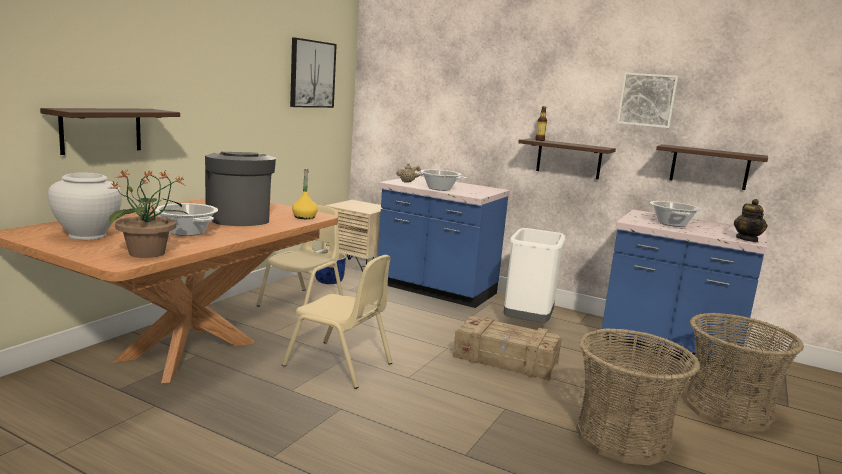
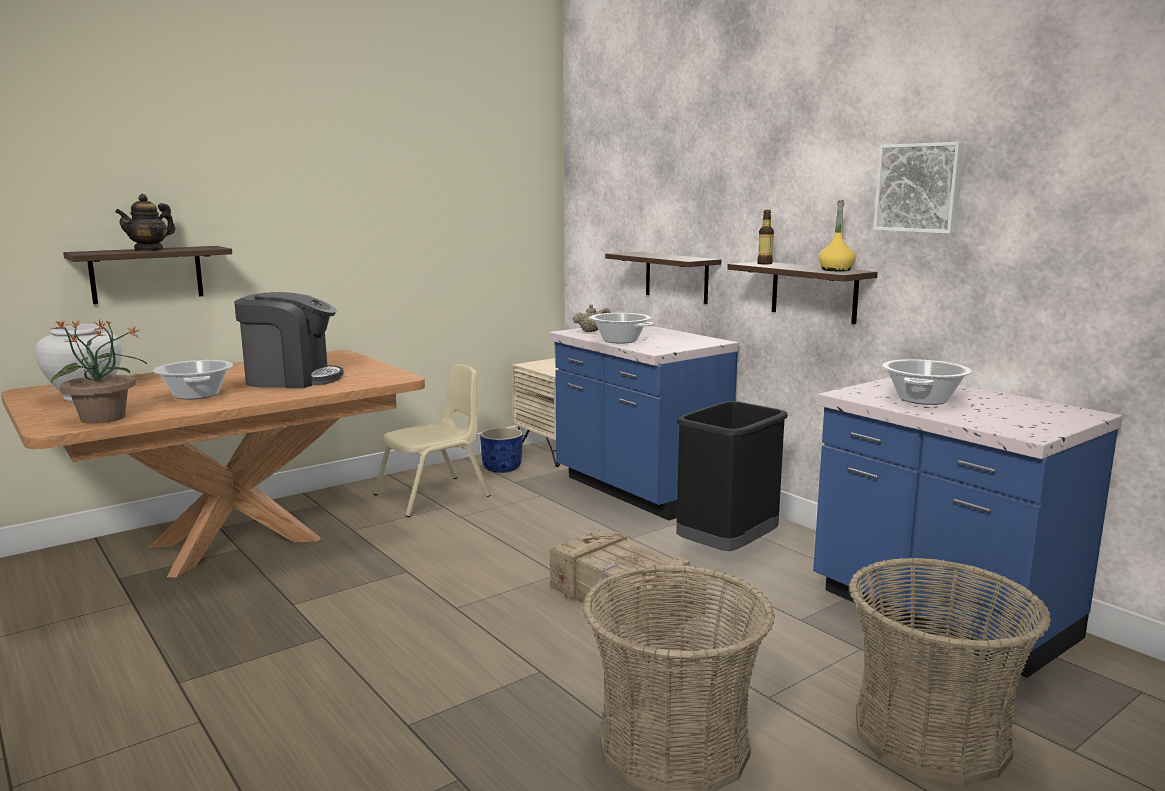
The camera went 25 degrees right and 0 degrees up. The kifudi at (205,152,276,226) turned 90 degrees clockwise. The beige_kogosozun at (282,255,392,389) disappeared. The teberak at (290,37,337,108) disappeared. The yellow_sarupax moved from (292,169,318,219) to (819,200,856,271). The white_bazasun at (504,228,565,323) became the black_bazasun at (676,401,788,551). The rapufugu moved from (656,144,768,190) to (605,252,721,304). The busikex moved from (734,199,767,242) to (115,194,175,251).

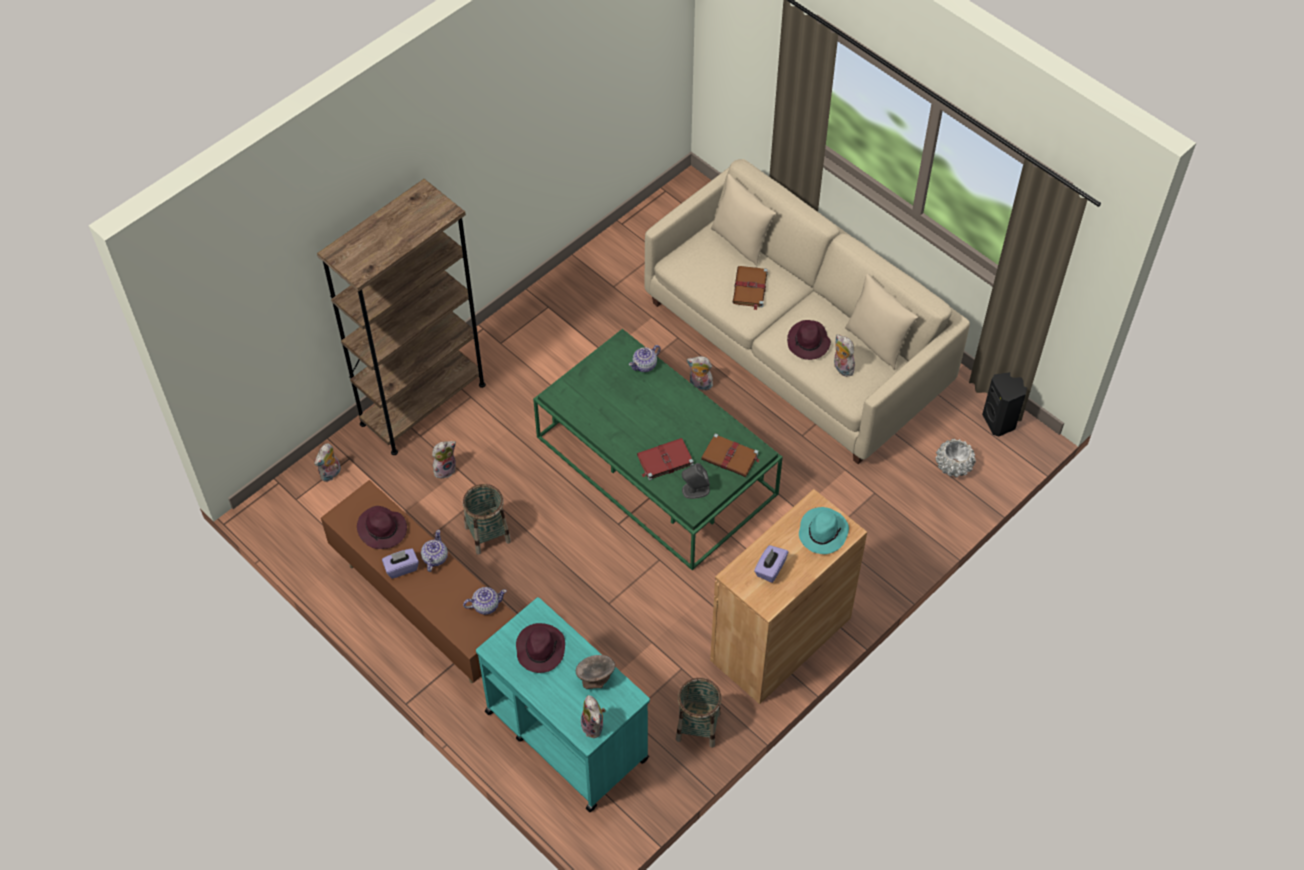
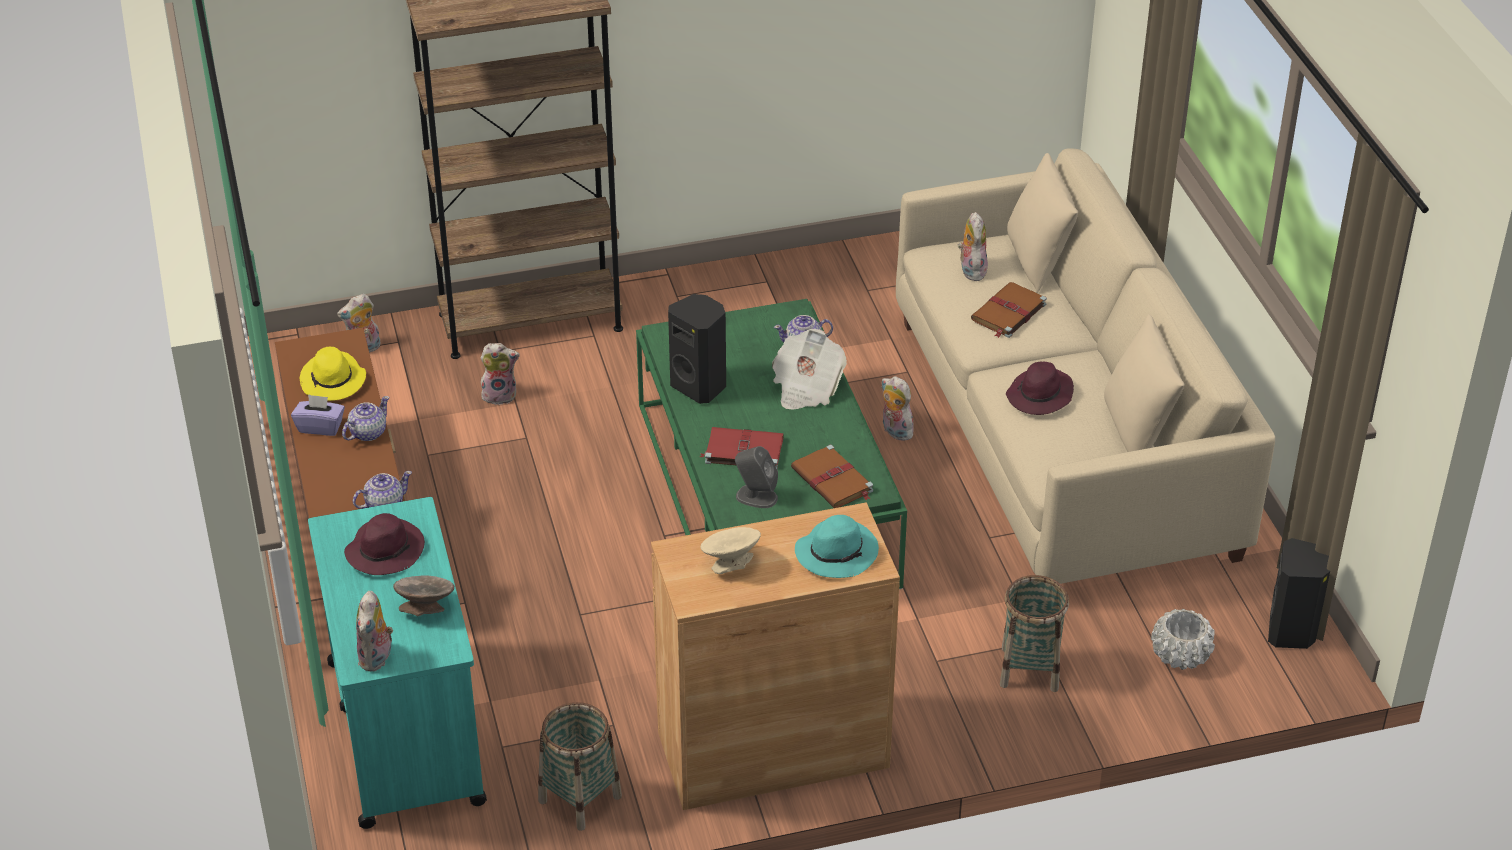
The camera went 30 degrees right and 15 degrees down. The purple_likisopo at (357,506,407,549) became the yellow_likisopo at (299,347,366,401). The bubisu moved from (463,484,511,555) to (1000,575,1069,692). The busikex at (463,587,507,615) turned 45 degrees counterclockwise. The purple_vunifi at (754,545,788,583) was replaced by the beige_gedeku at (701,527,761,574). The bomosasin moved from (834,334,855,377) to (958,212,988,281). The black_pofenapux at (668,294,726,404) appeared. The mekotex at (772,329,847,409) appeared.

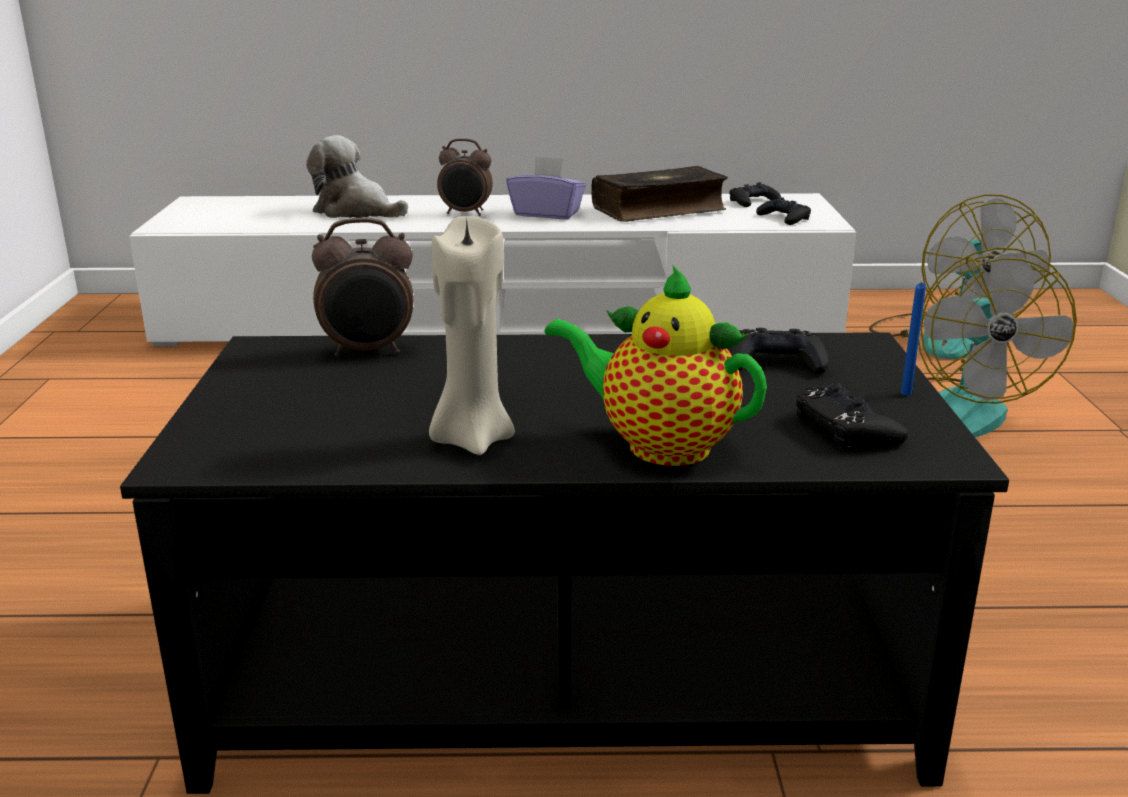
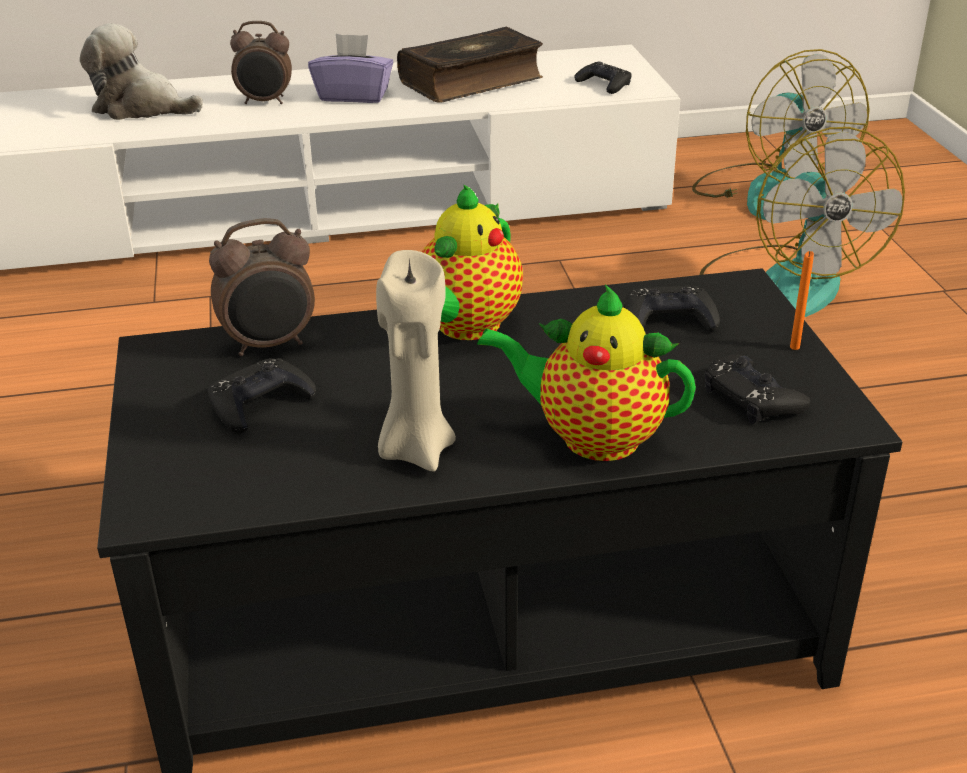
The camera went 10 degrees left and 10 degrees up. The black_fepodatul moved from (729,182,781,207) to (207,358,316,434). The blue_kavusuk at (901,282,926,396) became the orange_kavusuk at (790,251,814,350). The busikex at (422,185,523,340) appeared.

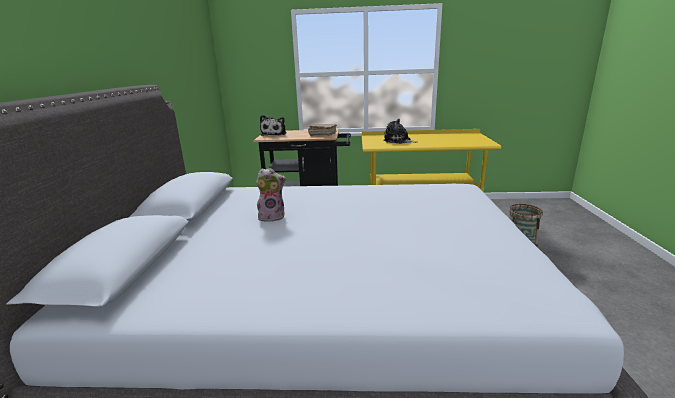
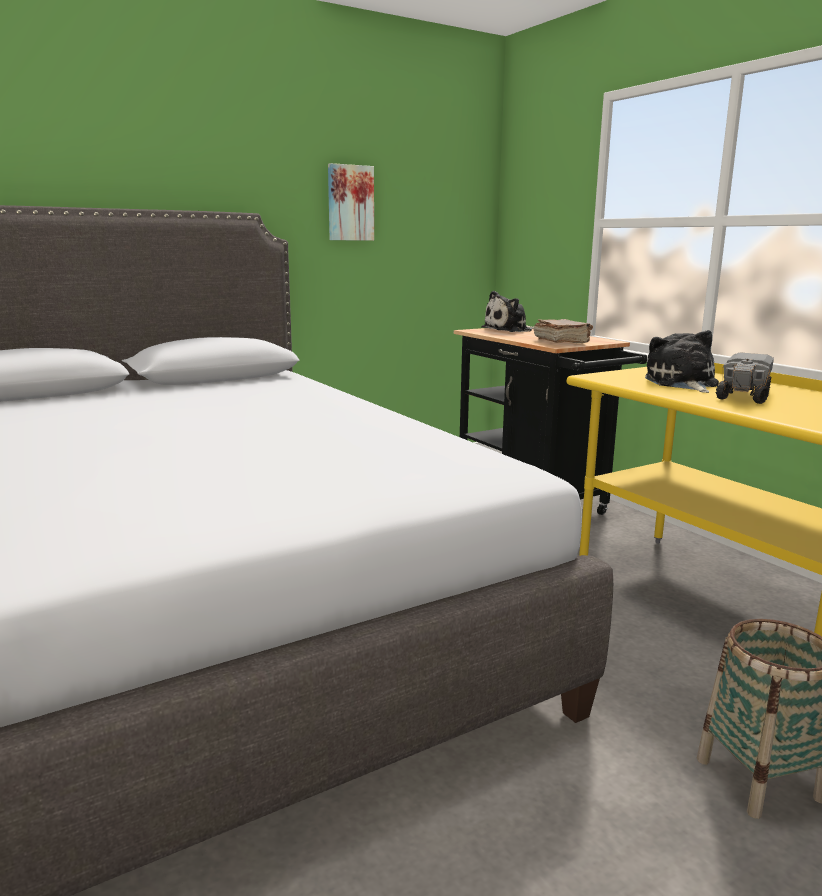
The camera went 55 degrees right and 5 degrees down. The bomosasin at (256,168,286,222) disappeared. The teberak at (328,163,374,241) appeared. The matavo at (716,352,774,404) appeared.

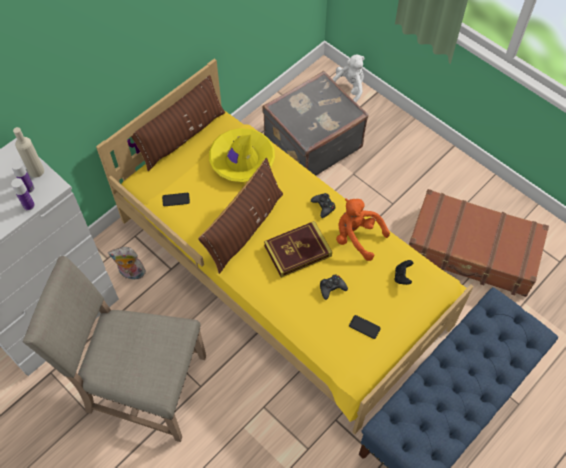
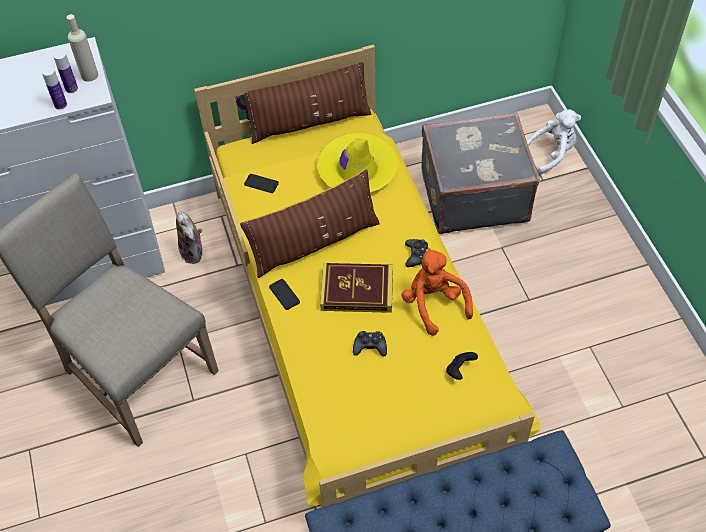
The camera went 30 degrees right and 5 degrees down. The bomosasin at (108,247,147,280) turned 150 degrees counterclockwise. The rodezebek moved from (349,315,381,339) to (269,279,300,310). The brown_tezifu at (409,189,549,297) disappeared.

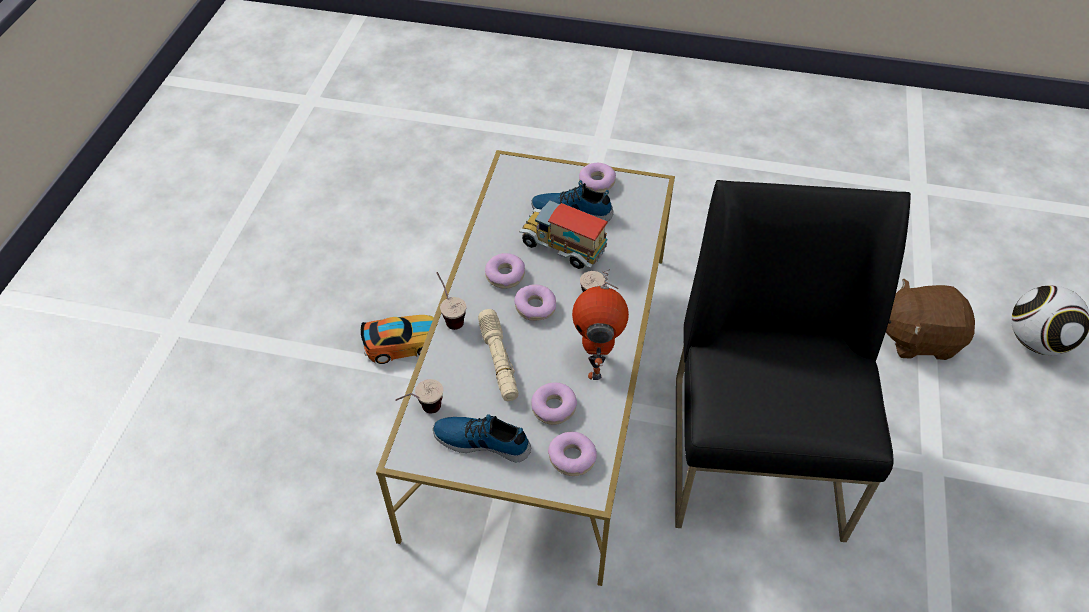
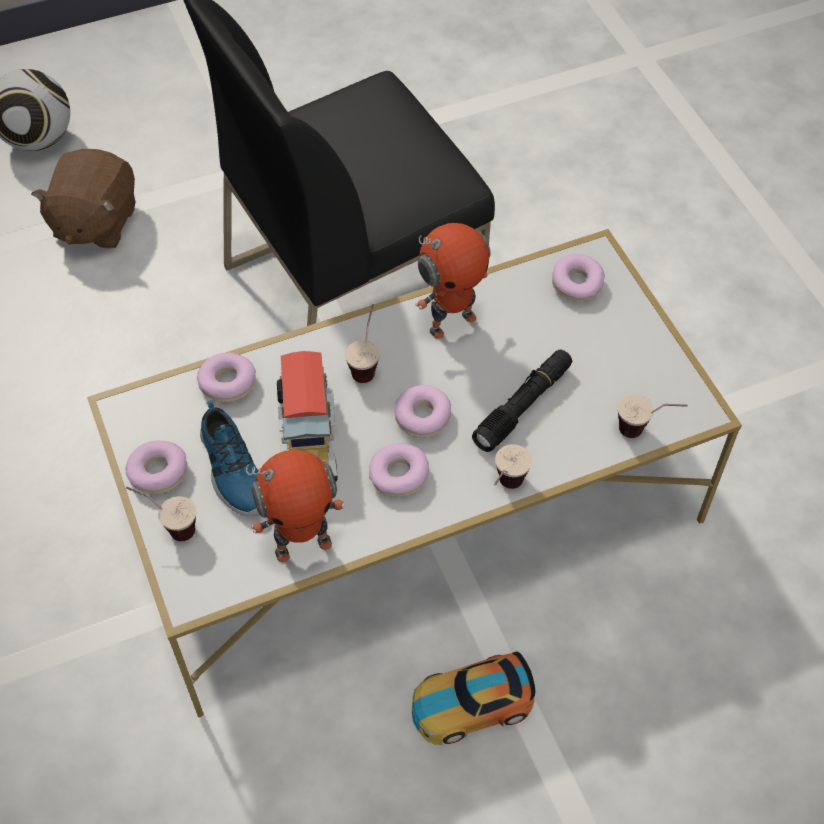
The camera went 125 degrees left and 5 degrees up. The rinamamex at (361,315,434,364) turned 60 degrees counterclockwise. The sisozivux at (433,414,531,462) disappeared. The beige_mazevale at (478,309,518,401) became the black_mazevale at (472,349,572,452). The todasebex moved from (531,383,577,425) to (197,353,256,403). The brown_bomosasin at (886,279,975,360) turned 45 degrees clockwise. The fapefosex at (126,486,196,541) appeared. The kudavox at (246,450,345,563) appeared.

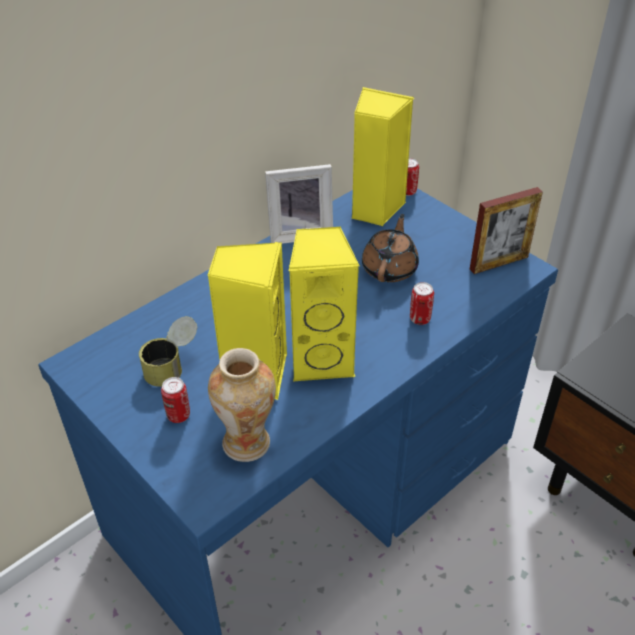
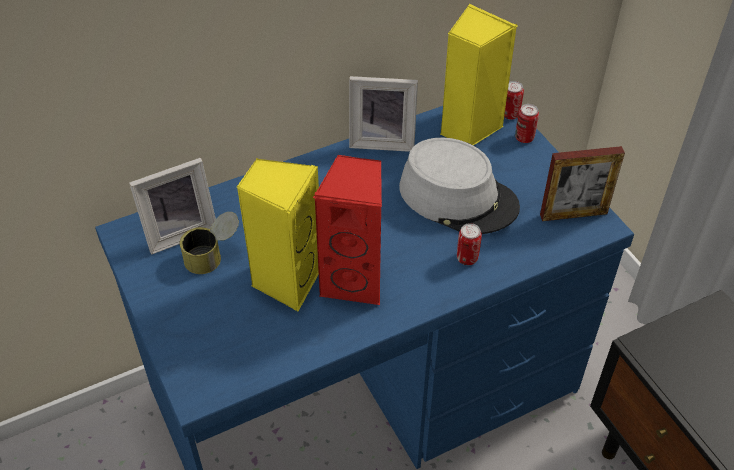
The camera went 15 degrees right and 5 degrees up. The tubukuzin moved from (161,377,190,423) to (515,104,539,143). The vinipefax at (208,348,276,462) disappeared. The yellow_pofenapux at (289,227,359,381) became the red_pofenapux at (313,155,382,305). The brown_busikex at (362,214,419,282) was replaced by the grey_likisopo at (399,138,520,234). The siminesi at (129,158,216,254) appeared.

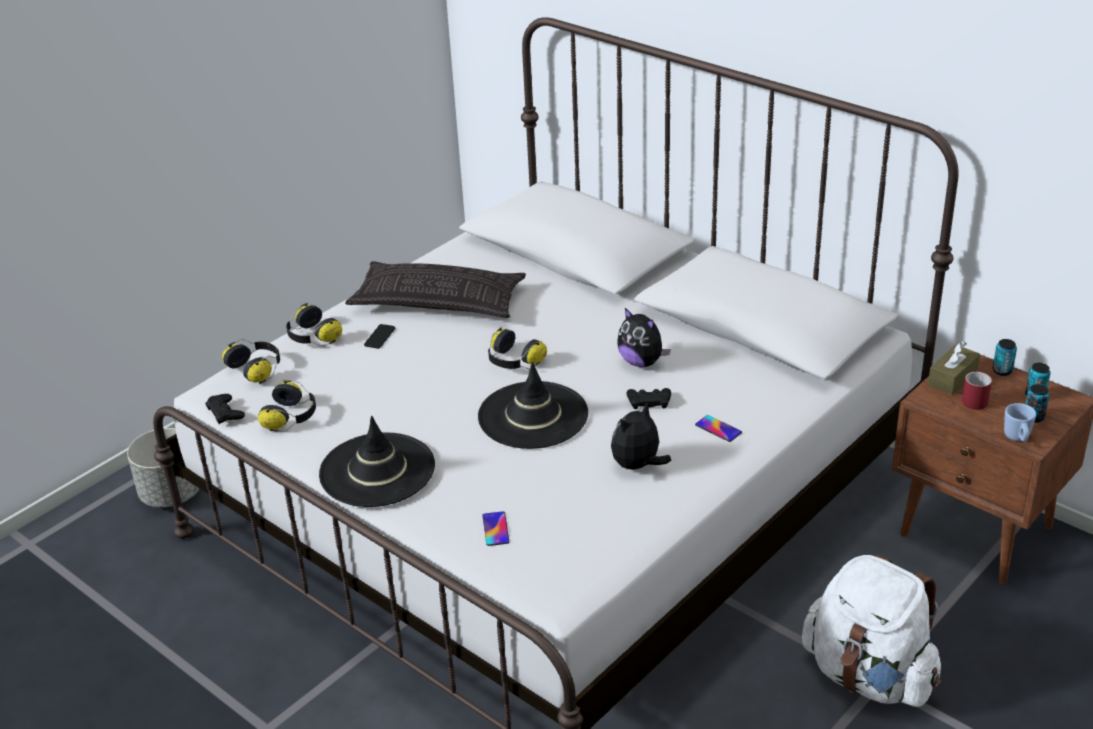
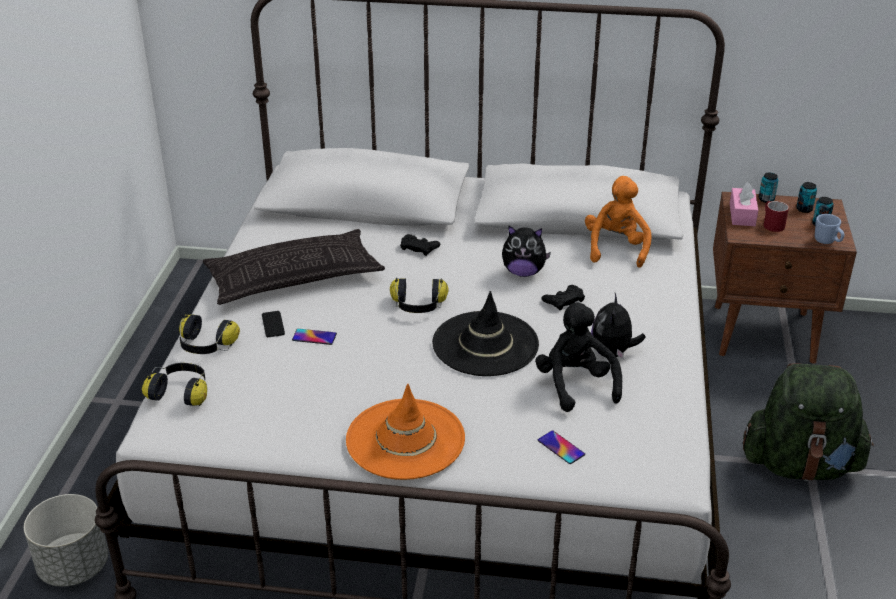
The camera went 35 degrees left and 0 degrees up. The black_fepodatul moved from (205,394,245,424) to (400,234,440,256). The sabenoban at (258,380,316,432) disappeared. The black_likisopo at (319,416,435,507) became the orange_likisopo at (346,384,465,480). The rodezebek moved from (695,415,742,442) to (292,329,337,345). The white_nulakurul at (802,555,941,707) became the green_nulakurul at (743,363,874,481). The brown_vunifi at (928,341,980,395) became the pink_vunifi at (730,182,758,226). The black_bomosasin at (535,303,622,412) appeared. The orange_bomosasin at (585,176,652,268) appeared.

